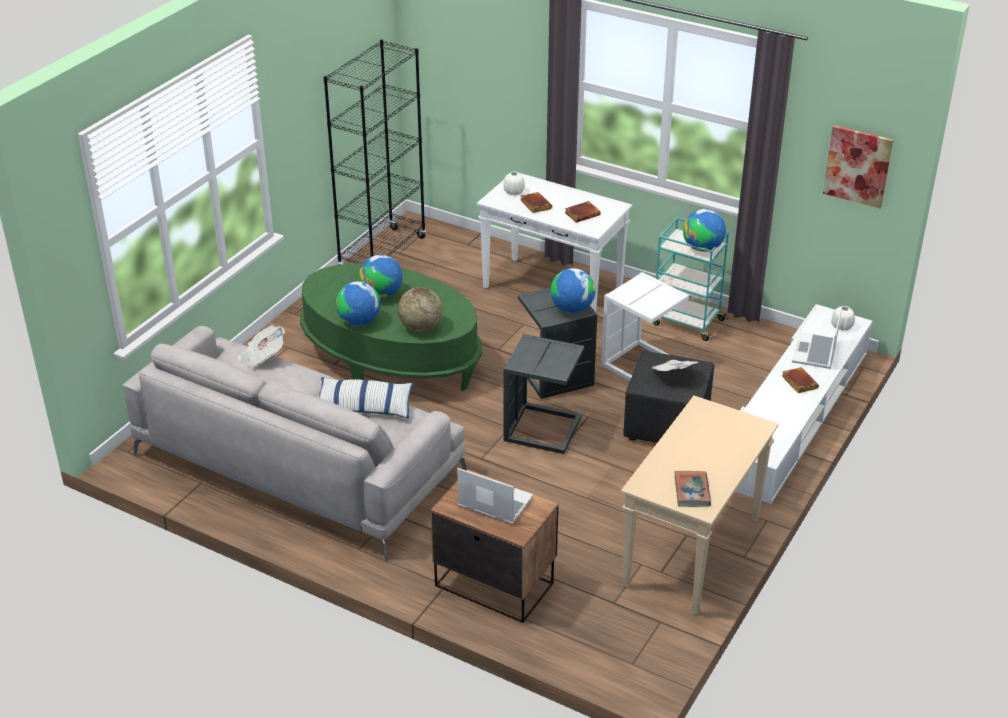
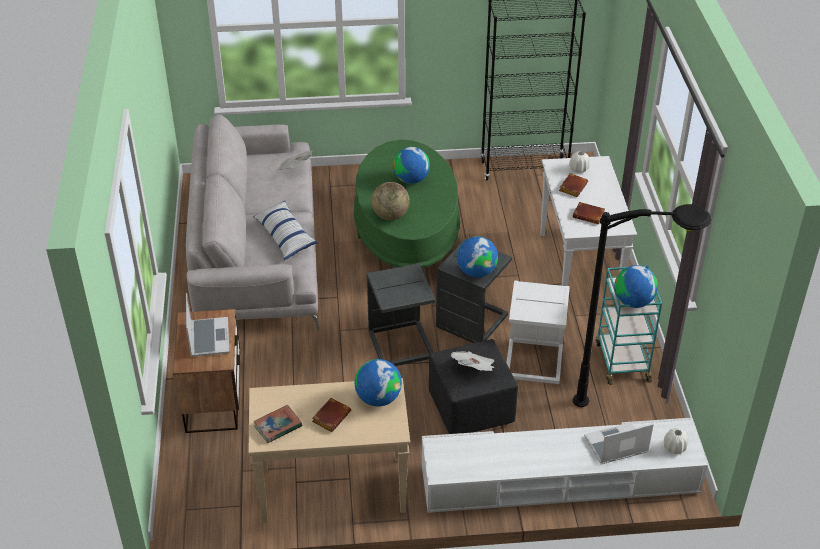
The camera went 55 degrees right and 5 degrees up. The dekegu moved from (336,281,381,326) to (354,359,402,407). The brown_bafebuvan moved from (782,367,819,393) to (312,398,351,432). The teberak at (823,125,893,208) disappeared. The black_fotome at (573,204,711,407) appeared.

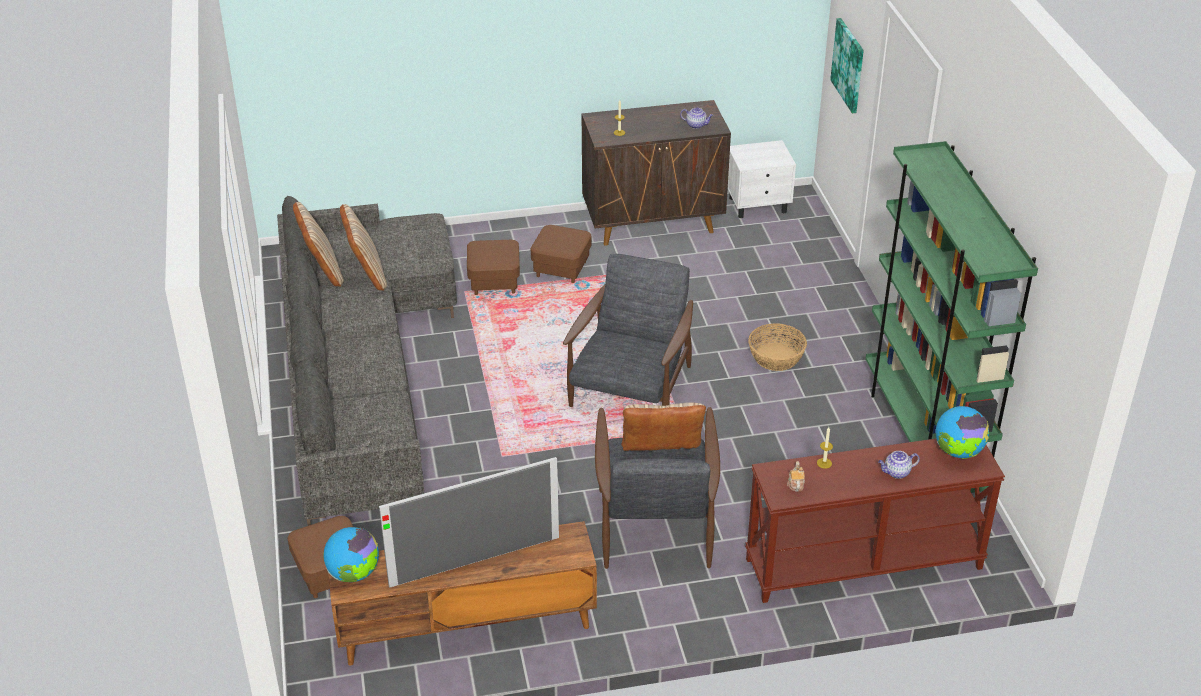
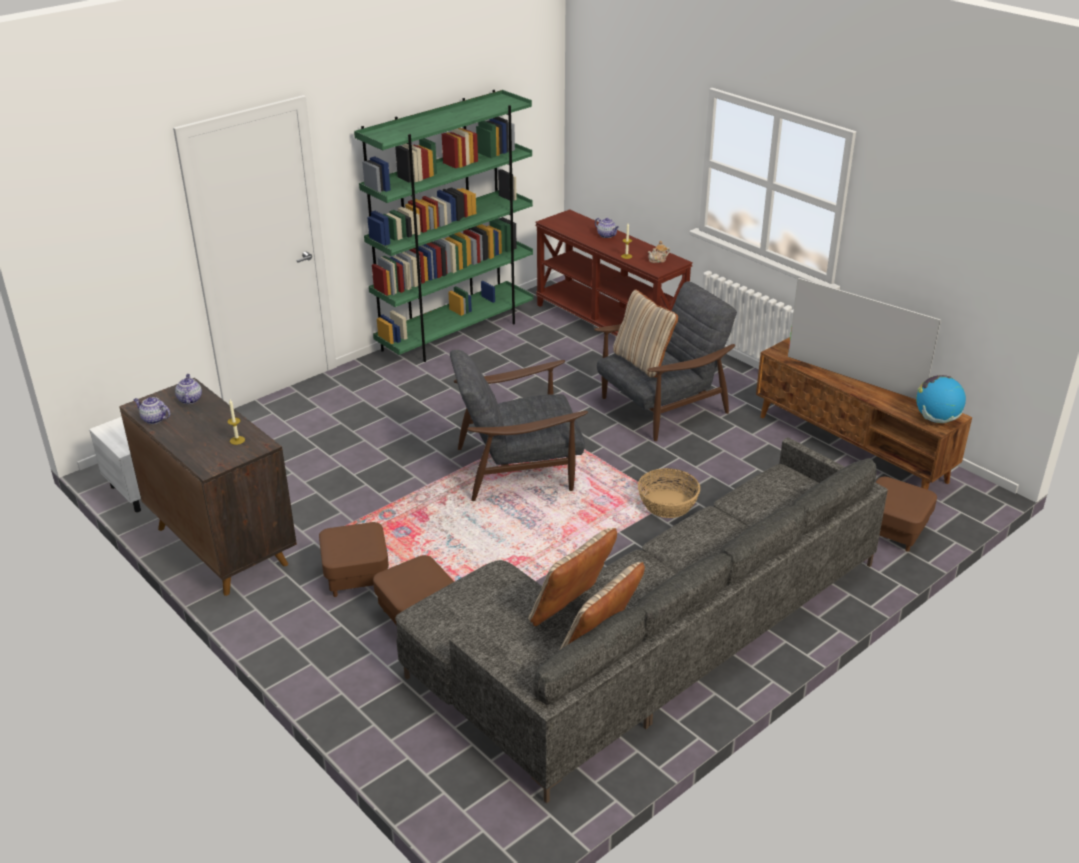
The camera went 120 degrees left and 5 degrees down. The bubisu moved from (748,324,807,371) to (638,468,700,518). The teberak at (830,18,864,113) disappeared. The dekegu at (936,406,989,459) disappeared. The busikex at (134,397,170,424) appeared.

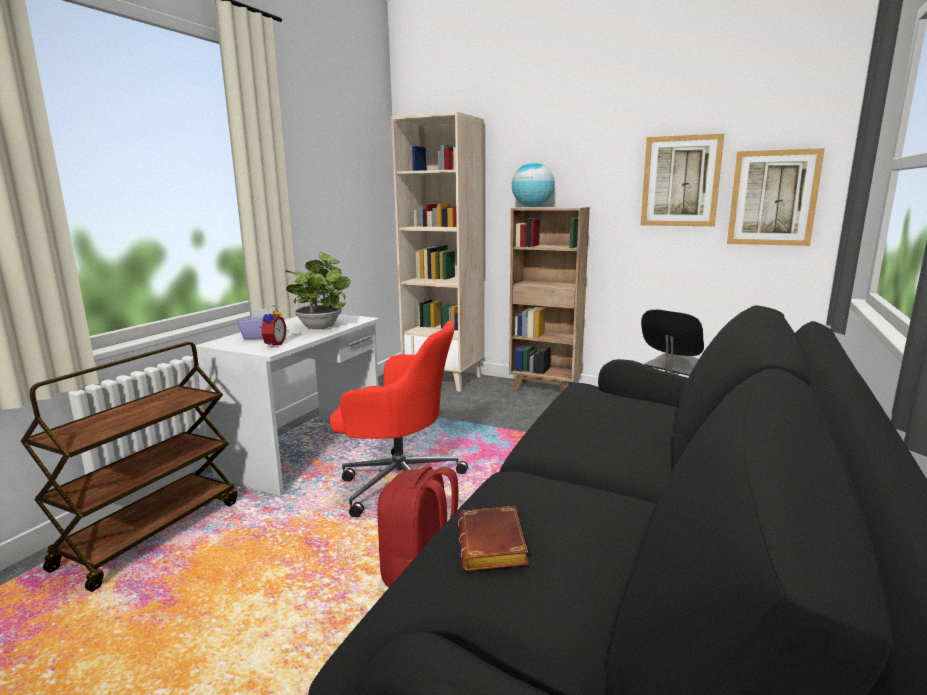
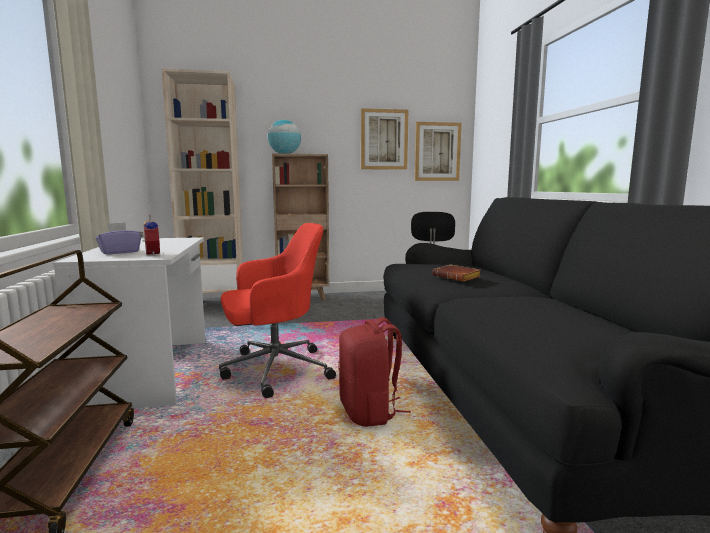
The camera went 35 degrees left and 5 degrees down. The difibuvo at (286,252,350,329) disappeared. The brown_bafebuvan moved from (458,506,529,571) to (432,265,481,282).

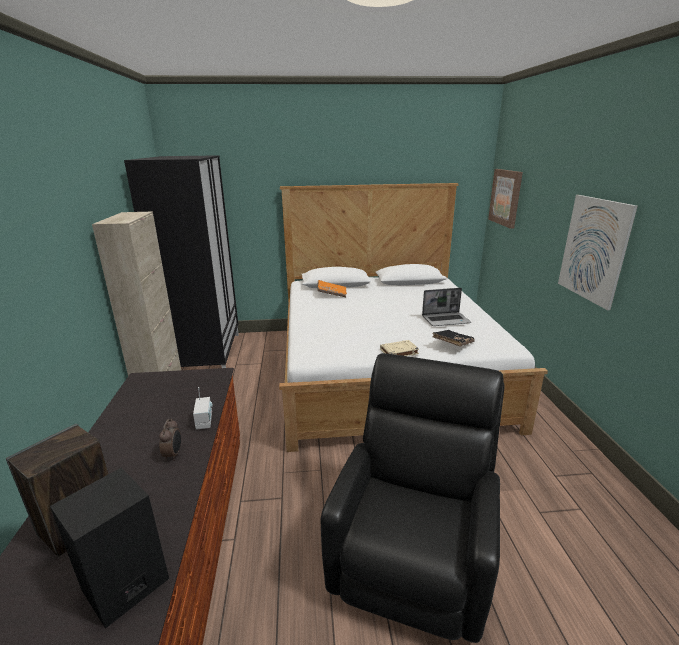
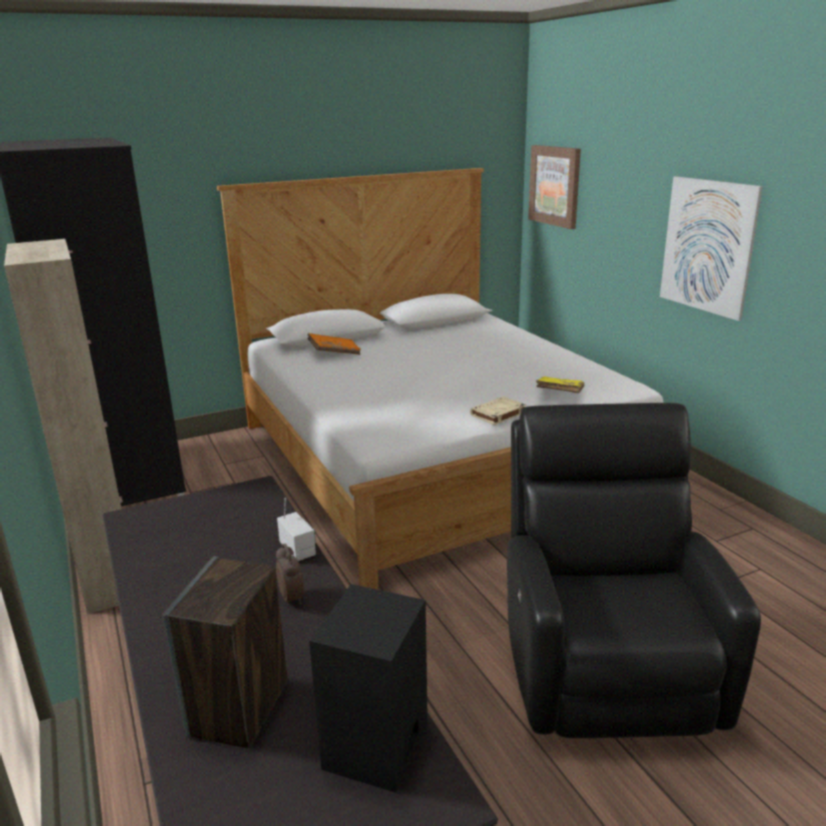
The camera went 20 degrees left and 0 degrees up. The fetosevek at (422,288,471,326) disappeared. The black_bafebuvan at (433,330,475,346) became the yellow_bafebuvan at (536,376,584,393).

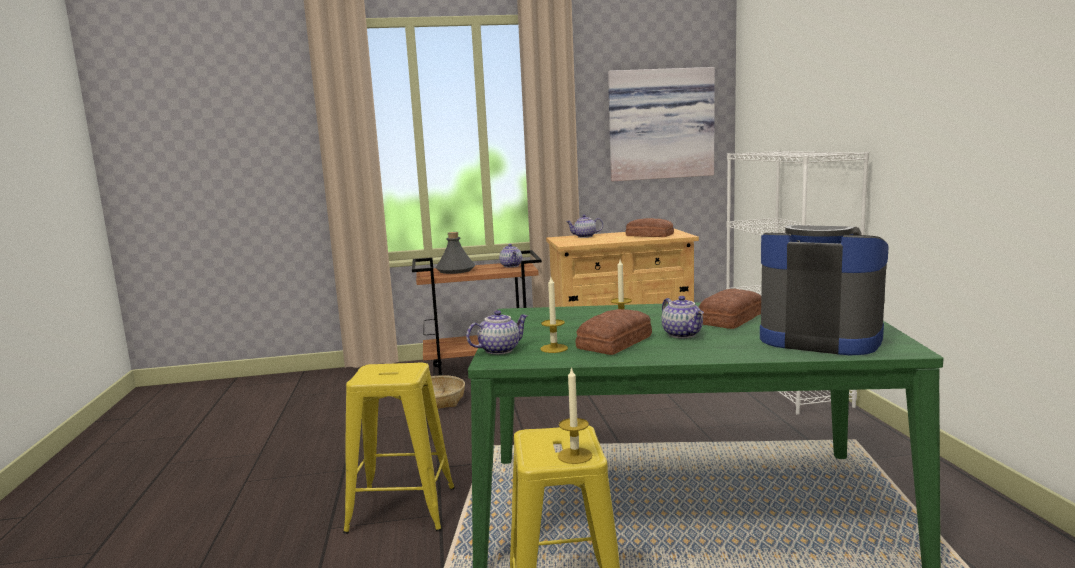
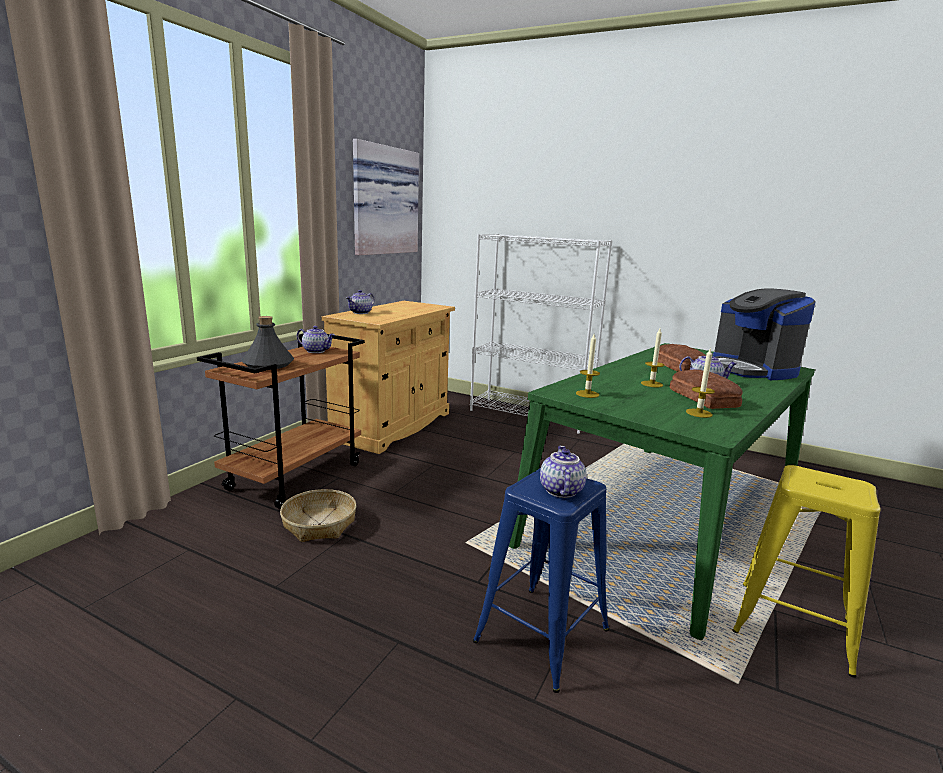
The camera went 55 degrees left and 5 degrees up. The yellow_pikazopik at (343,362,455,534) became the blue_pikazopik at (473,468,609,693). The busikex moved from (466,310,528,355) to (540,446,587,498). The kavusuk moved from (558,367,592,464) to (576,334,600,398). The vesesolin at (625,218,674,237) disappeared. The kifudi at (760,225,889,355) turned 90 degrees counterclockwise.

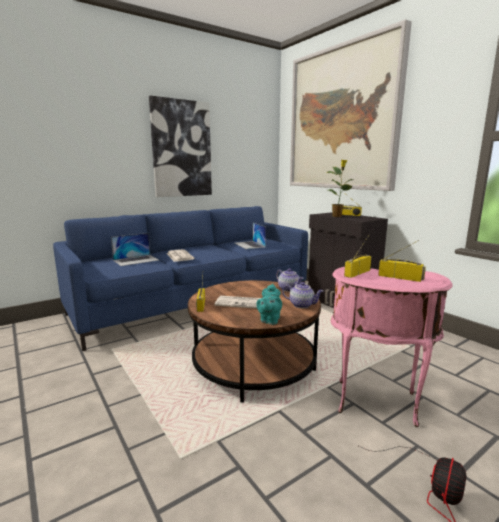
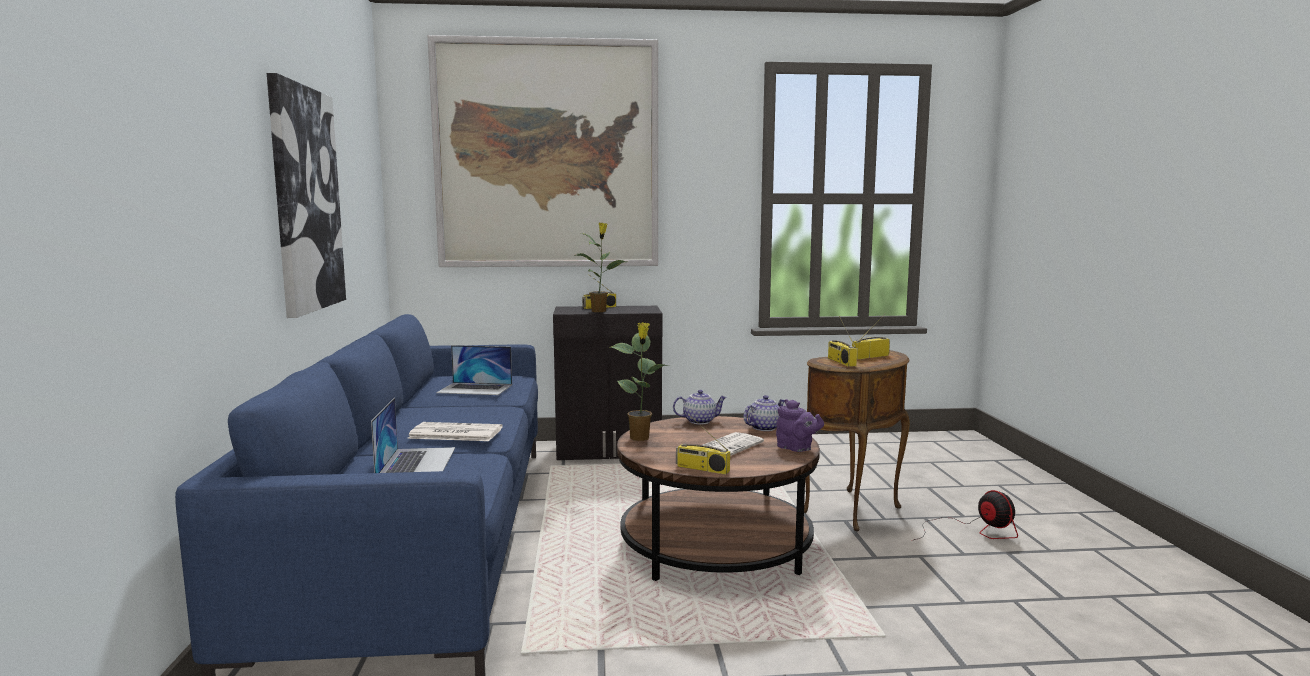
The camera went 60 degrees left and 5 degrees down. The turquoise_busikex at (256,284,282,325) became the purple_busikex at (776,399,824,452). The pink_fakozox at (331,267,453,427) became the brown_fakozox at (804,350,910,531). The difibuvo at (610,322,669,441) appeared.

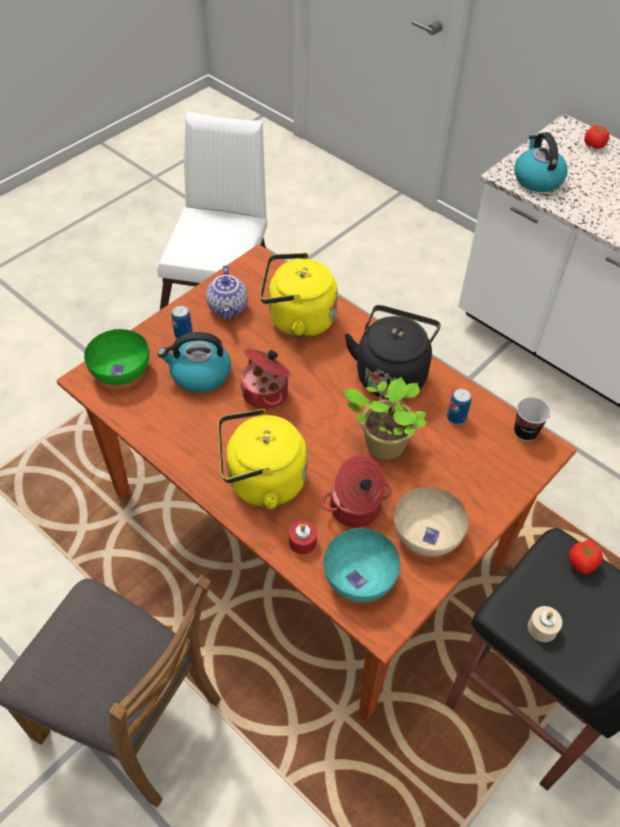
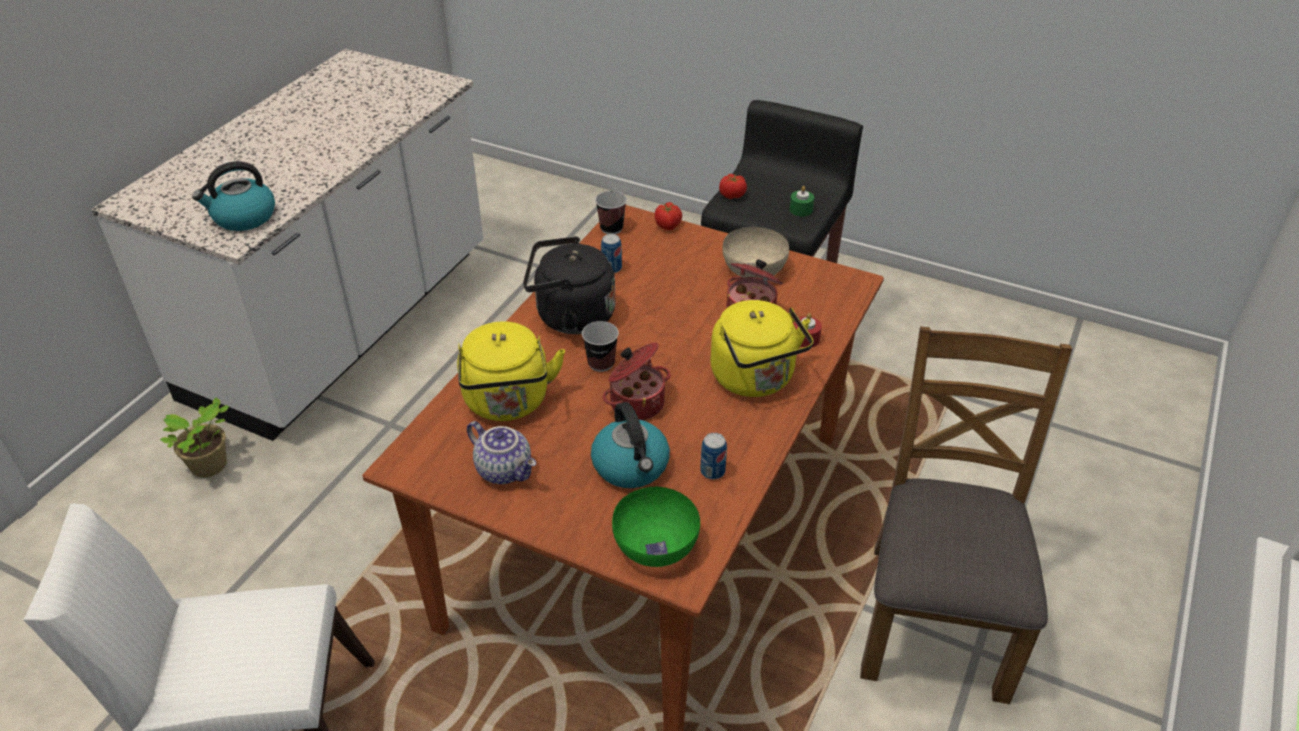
The camera went 105 degrees left and 10 degrees down. The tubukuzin moved from (172,305,193,338) to (700,433,727,479). The busikex at (206,265,248,320) turned 60 degrees clockwise. The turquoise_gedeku at (324,528,400,602) disappeared. The difibuvo moved from (343,377,427,460) to (160,398,229,477). The beige_kavusuk at (528,606,562,642) became the green_kavusuk at (789,186,814,216). The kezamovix moved from (584,125,609,149) to (655,202,682,230). The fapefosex at (582,321,619,372) appeared.

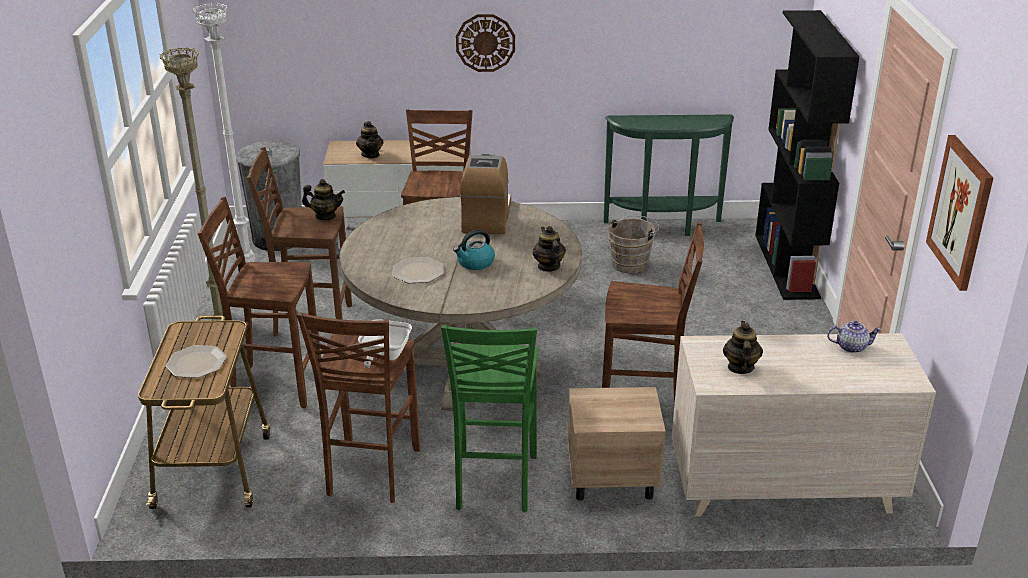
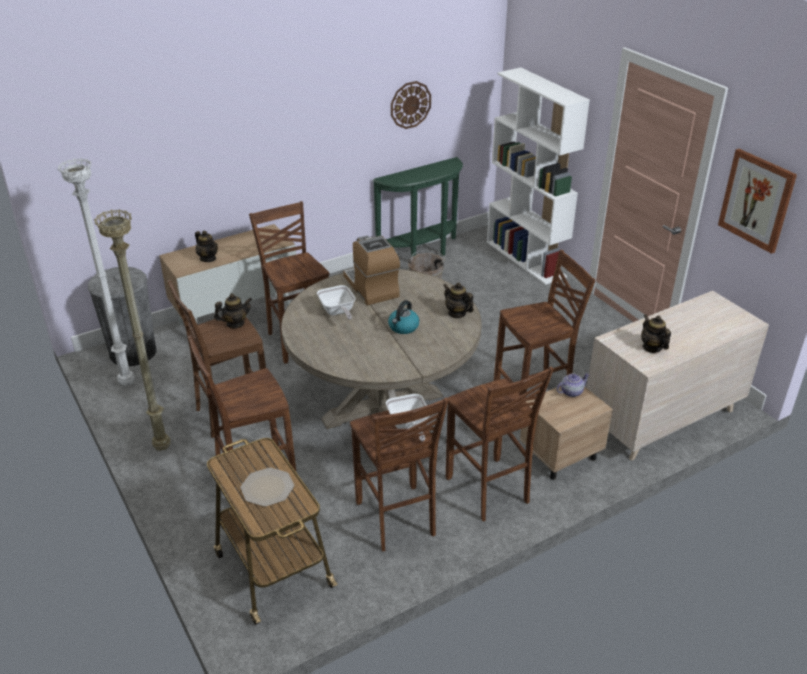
The camera went 30 degrees left and 5 degrees up. The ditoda at (392,257,444,283) disappeared. The green_pikazopik at (441,325,539,512) became the brown_pikazopik at (446,367,554,521). The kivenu moved from (456,14,515,72) to (391,81,431,129). The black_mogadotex at (755,10,860,300) became the white_mogadotex at (487,67,590,285). The busikex moved from (827,321,882,353) to (556,373,590,397). The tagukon at (317,285,356,320) appeared.

